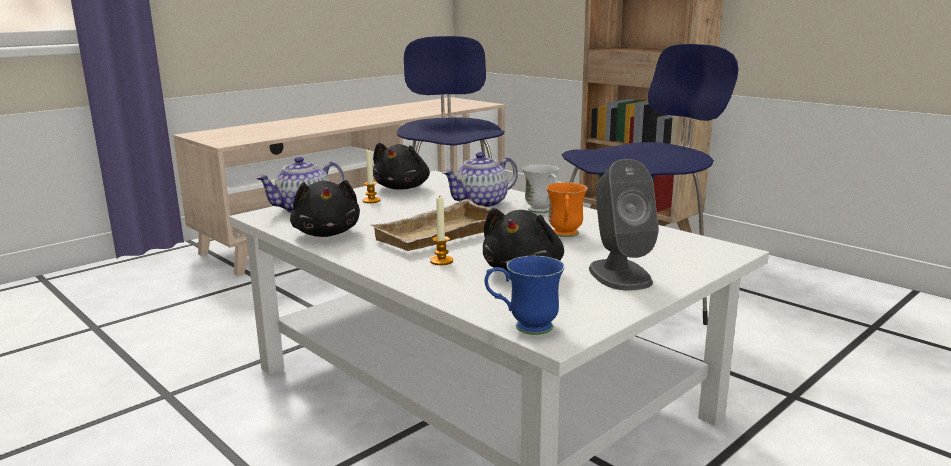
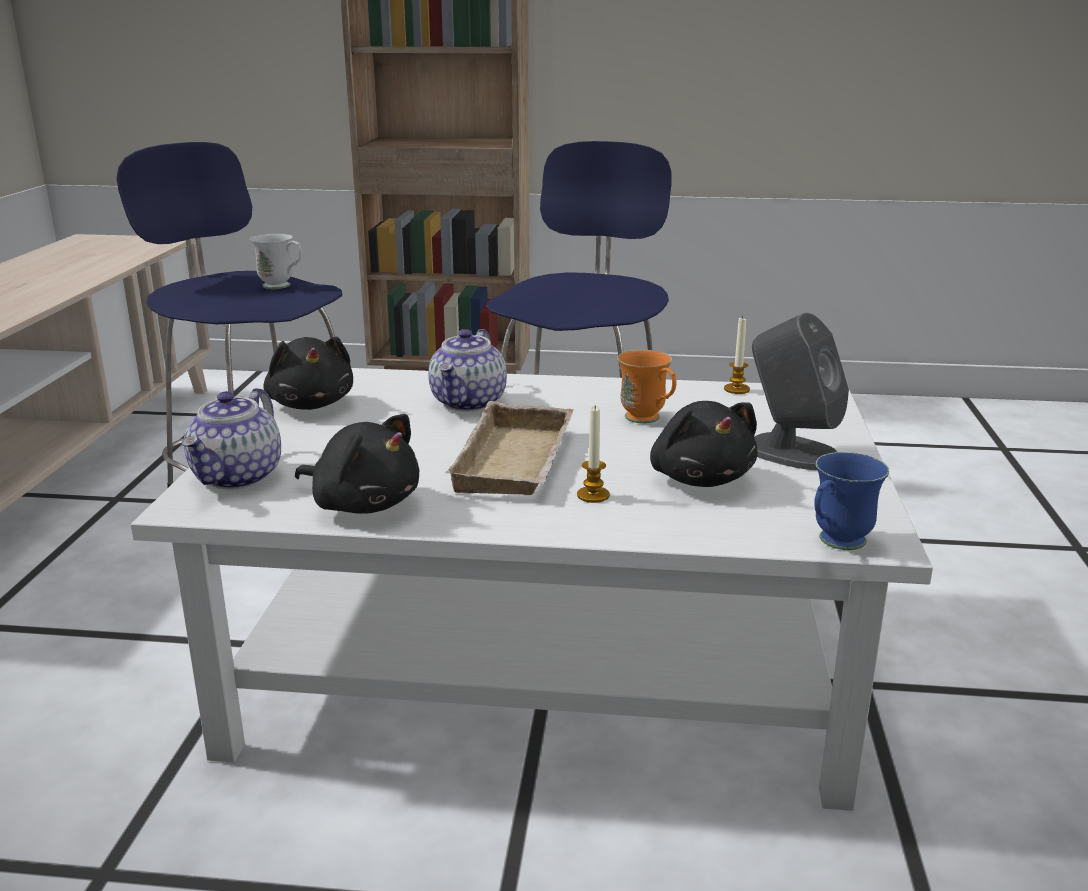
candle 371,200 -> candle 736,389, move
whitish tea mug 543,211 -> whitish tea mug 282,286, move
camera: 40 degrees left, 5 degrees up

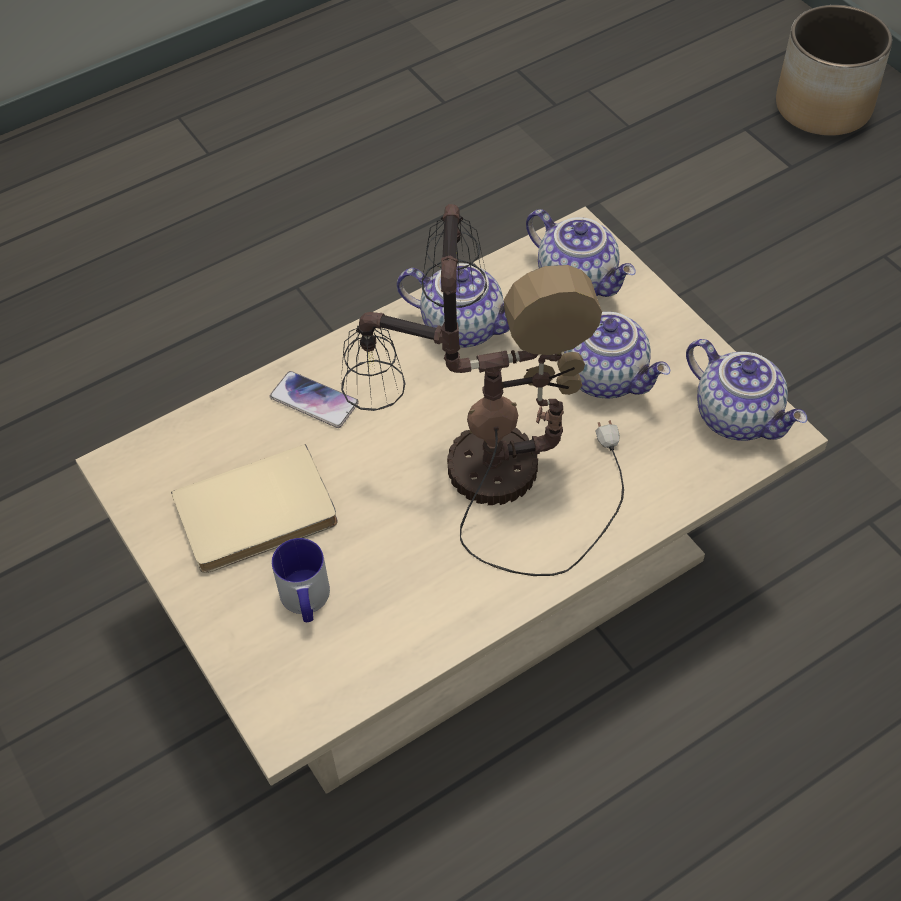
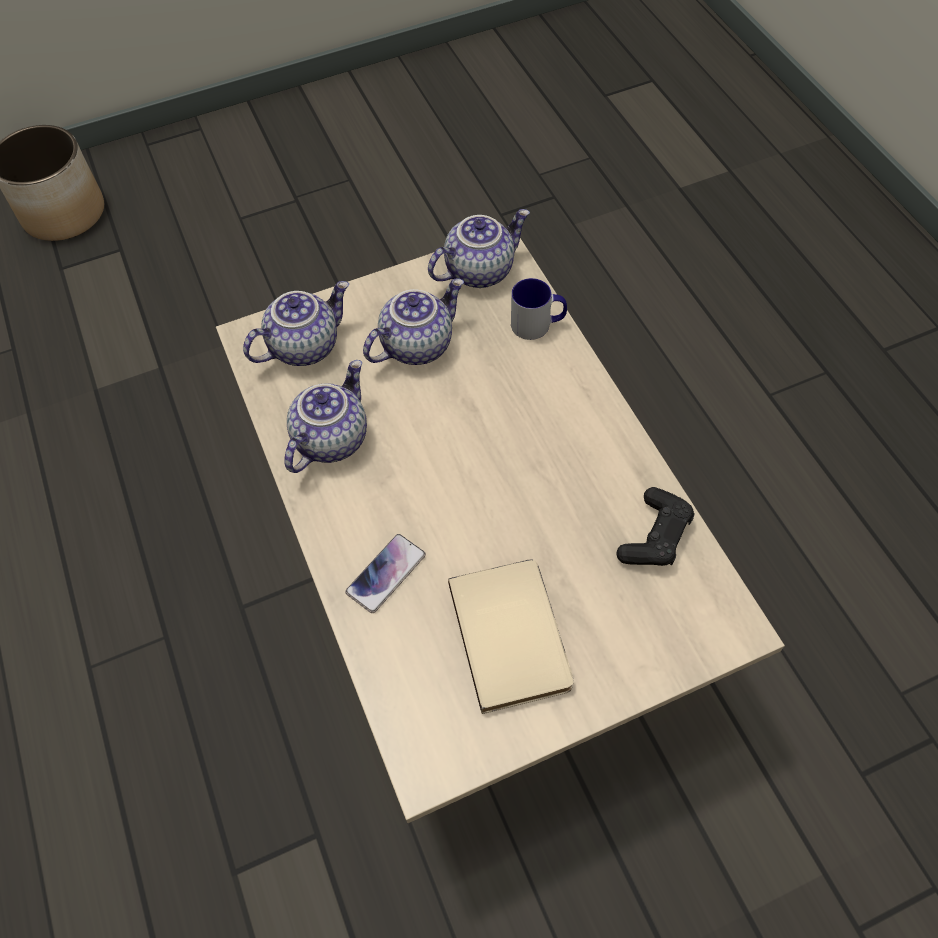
tea mug 306,601 -> tea mug 538,324, move
tabletop lamp 486,465 -> none
none -> black gamepad 655,536
camera: 80 degrees left, 5 degrees up

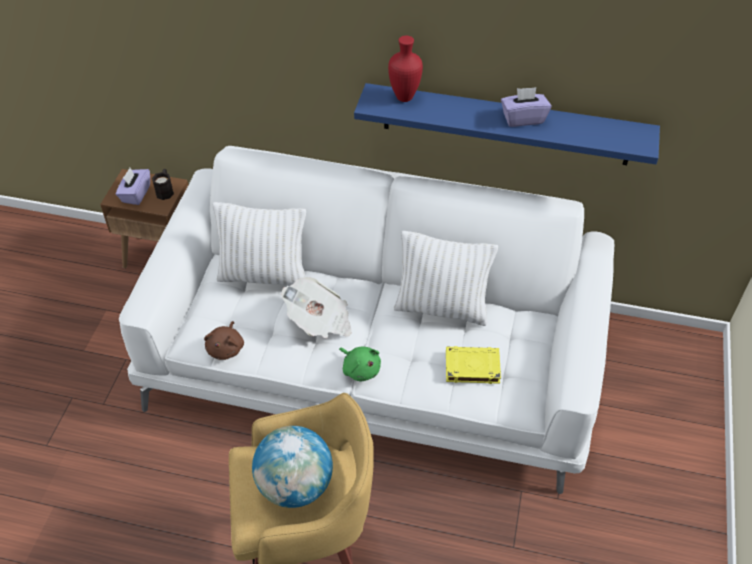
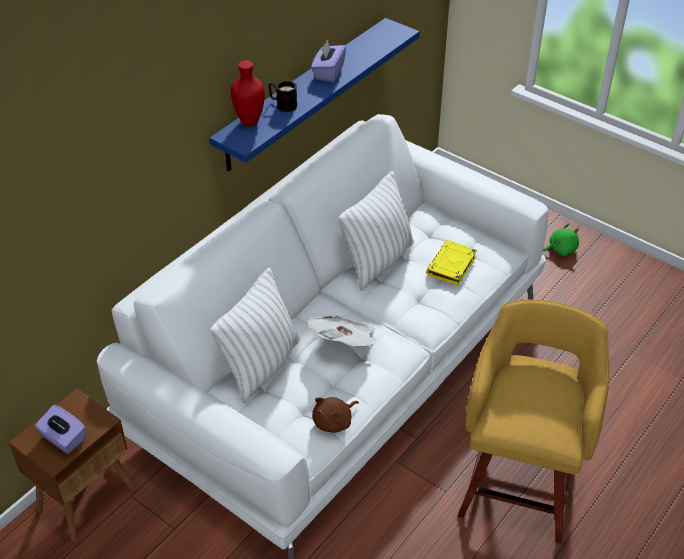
black tea mug 165,190 -> black tea mug 283,104, move
brownish plush toy 226,348 -> brownish plush toy 334,422, 105 degrees clockwise
globe 295,486 -> none
green plush toy 360,369 -> green plush toy 560,249, move
camera: 65 degrees left, 5 degrees down

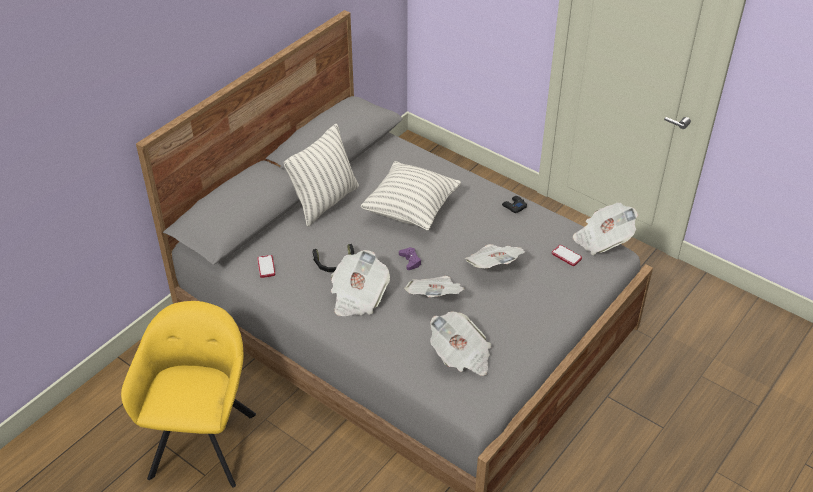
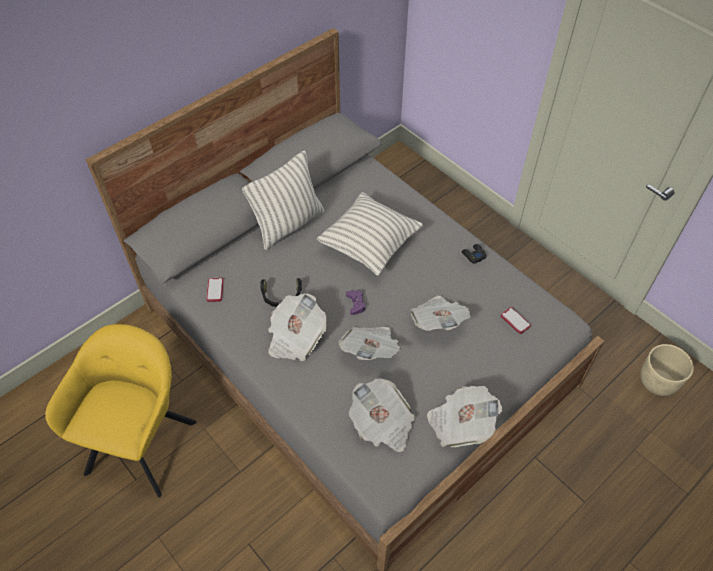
daily paper 602,240 -> daily paper 460,424, move
none -> beige-coloured flower pot 657,381
camera: 10 degrees right, 10 degrees up

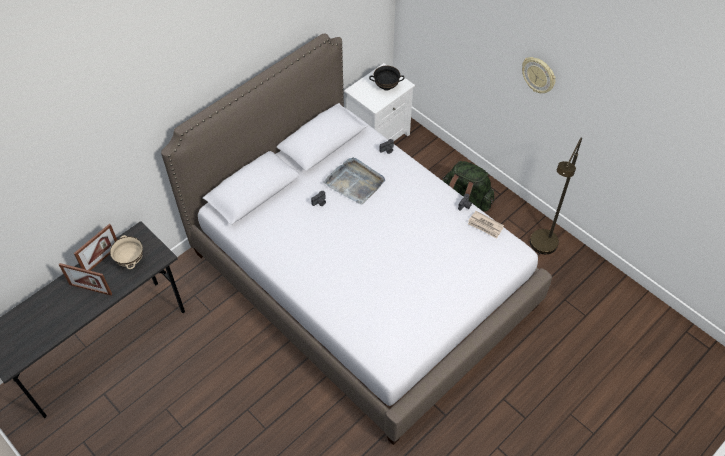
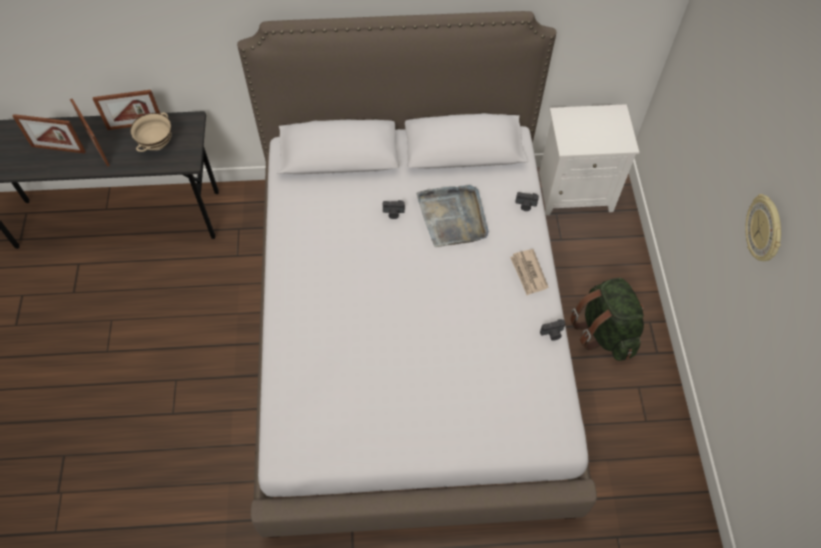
black bowl 386,87 -> none
daily paper 485,226 -> daily paper 528,273, move
brownish standard lamp 541,249 -> none
none -> standing frame 58,149
camera: 40 degrees right, 5 degrees up

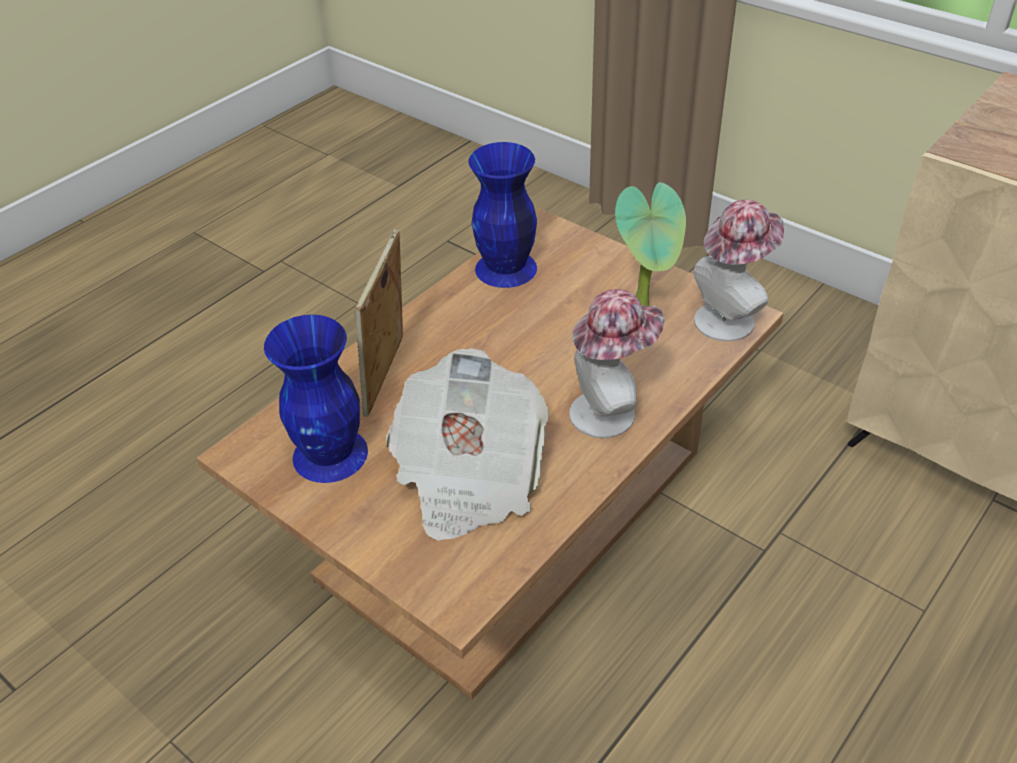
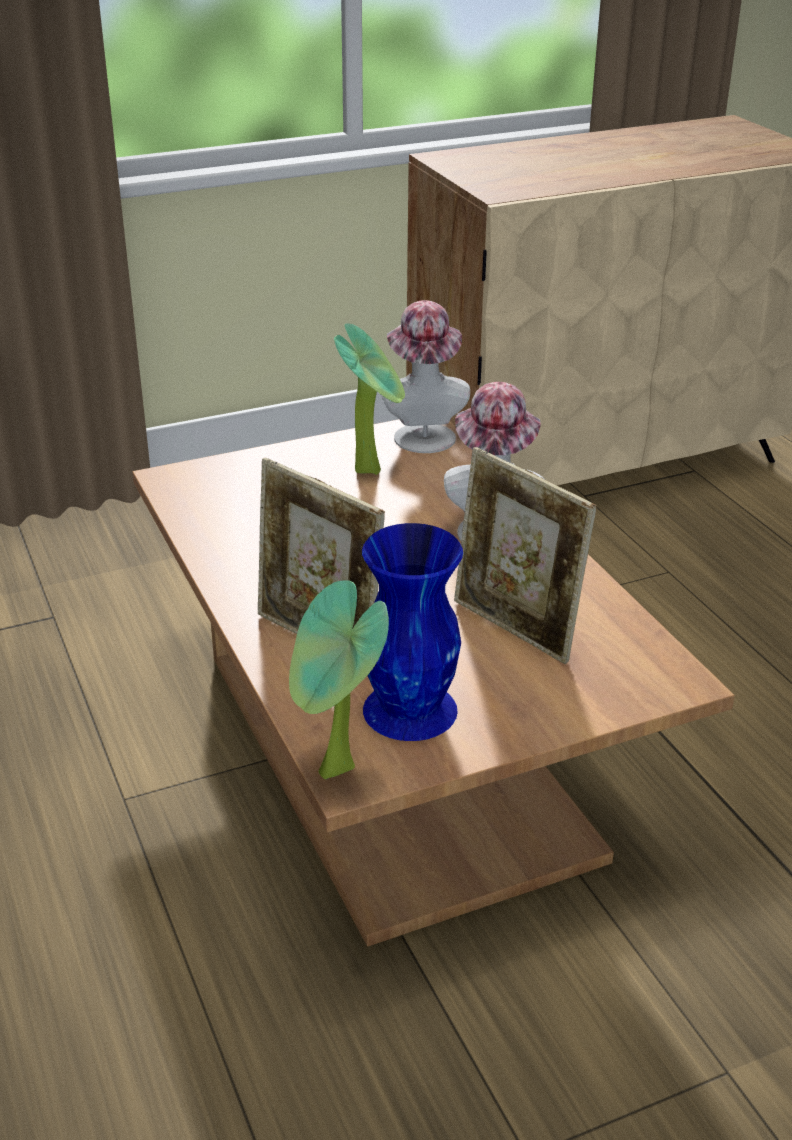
daily paper 468,476 -> standing frame 515,629
blue flower vase 505,269 -> none
none -> plant in a pot 336,775
camera: 65 degrees left, 10 degrees down

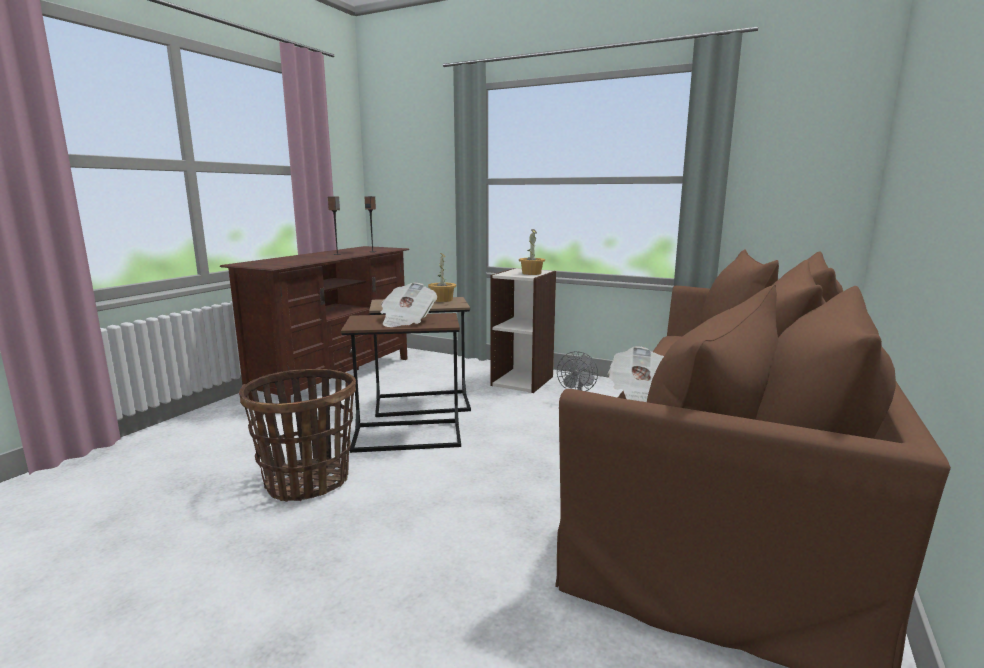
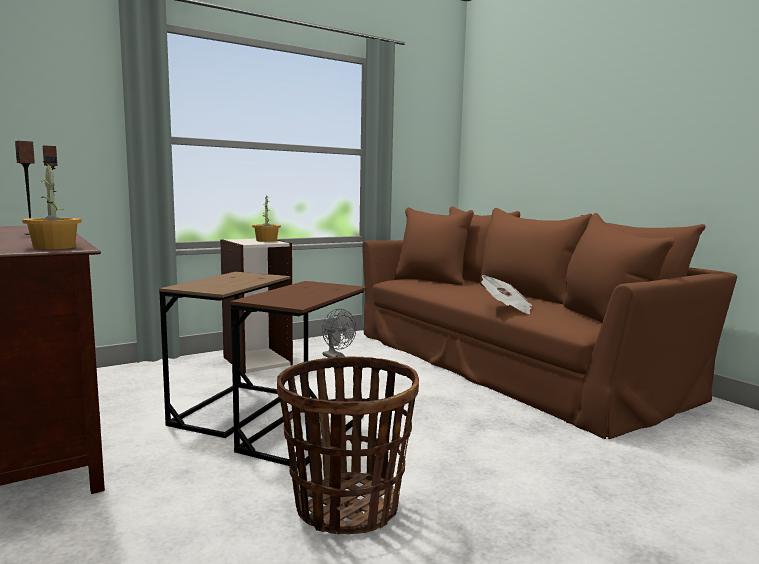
daily paper 406,321 -> none
plant in a pot 442,300 -> plant in a pot 53,247, move
camera: 60 degrees left, 5 degrees down

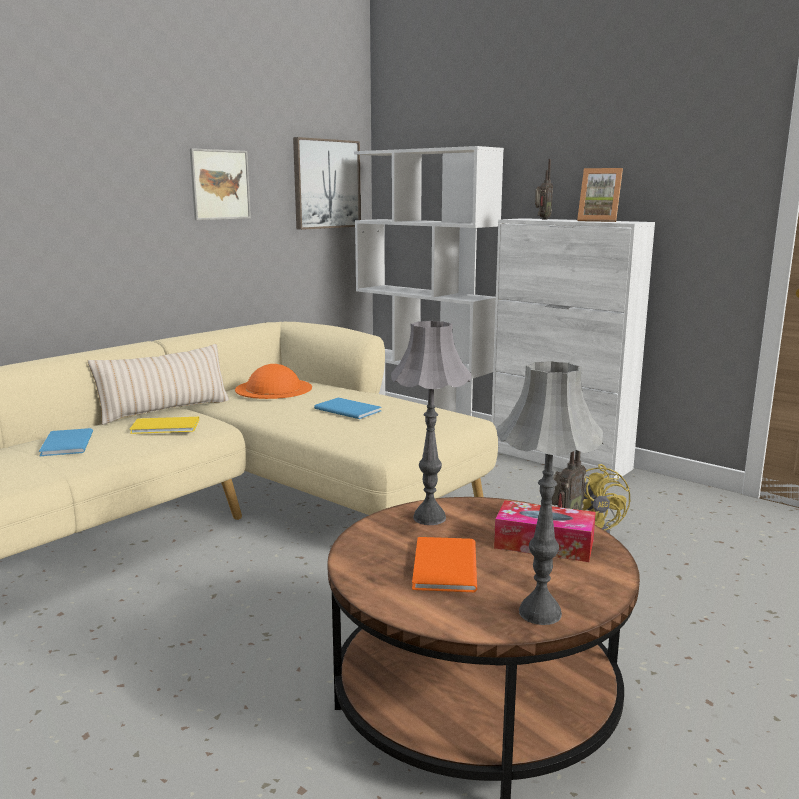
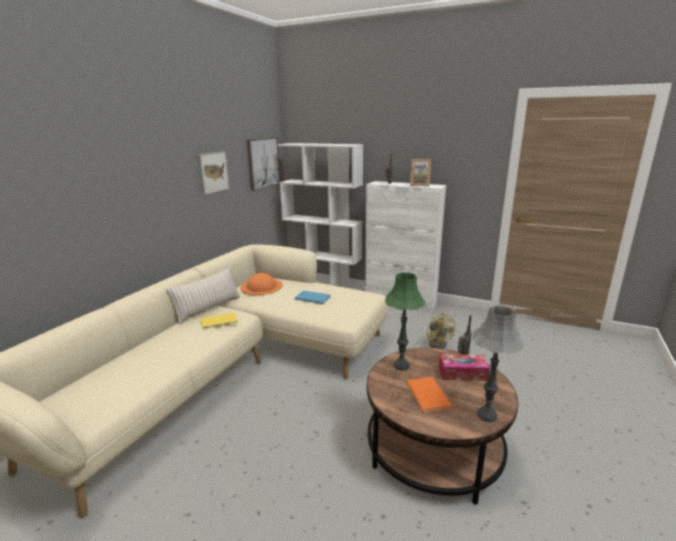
blue bound book 65,444 -> none
grey tabletop lamp 429,518 -> green tabletop lamp 401,366
camera: 15 degrees left, 5 degrees up

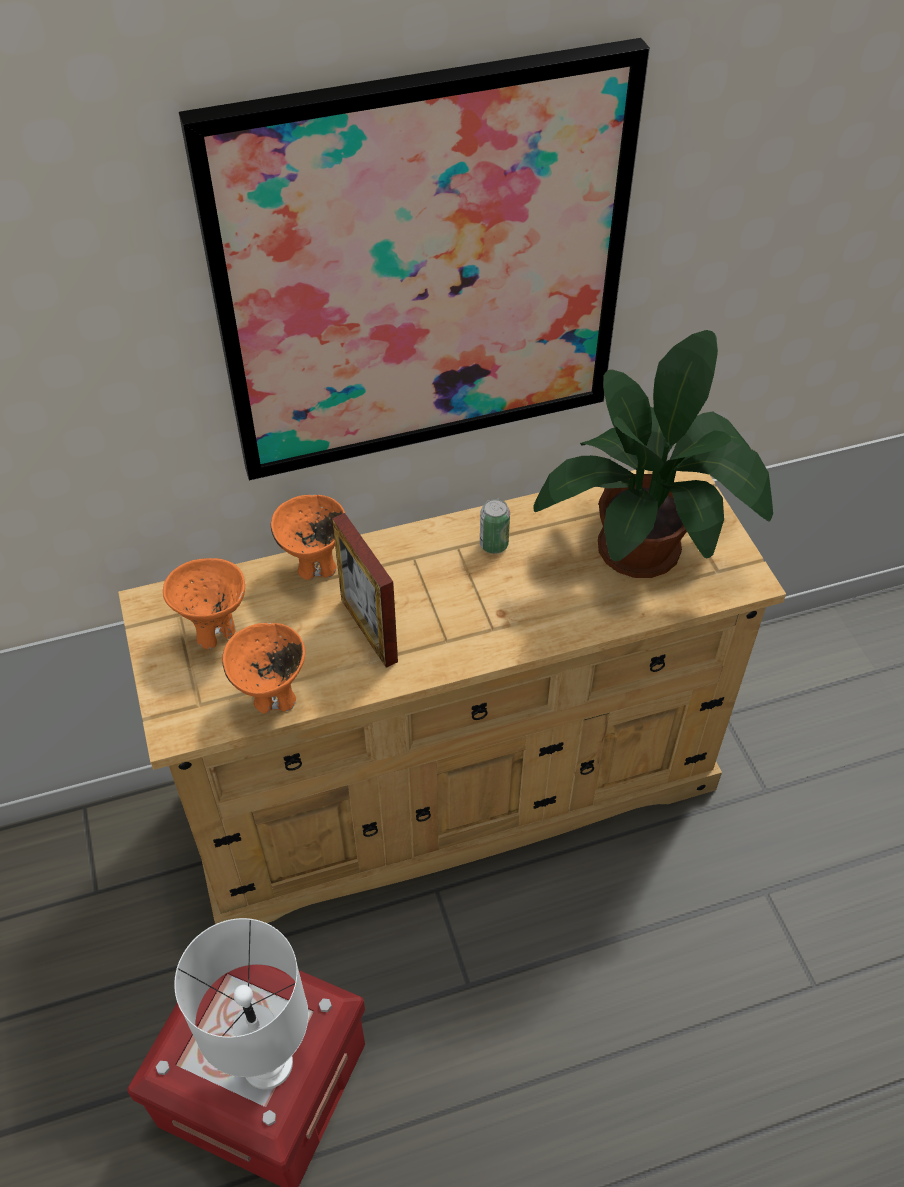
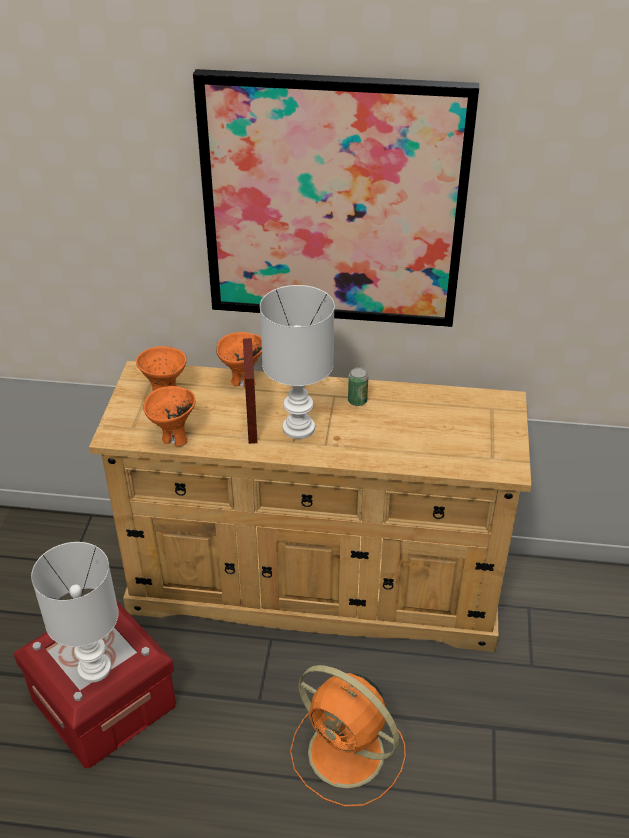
plant in a pot 646,544 -> none
none -> whitish tabletop lamp 300,428
none -> orange fan 349,754
camera: 25 degrees right, 10 degrees down

